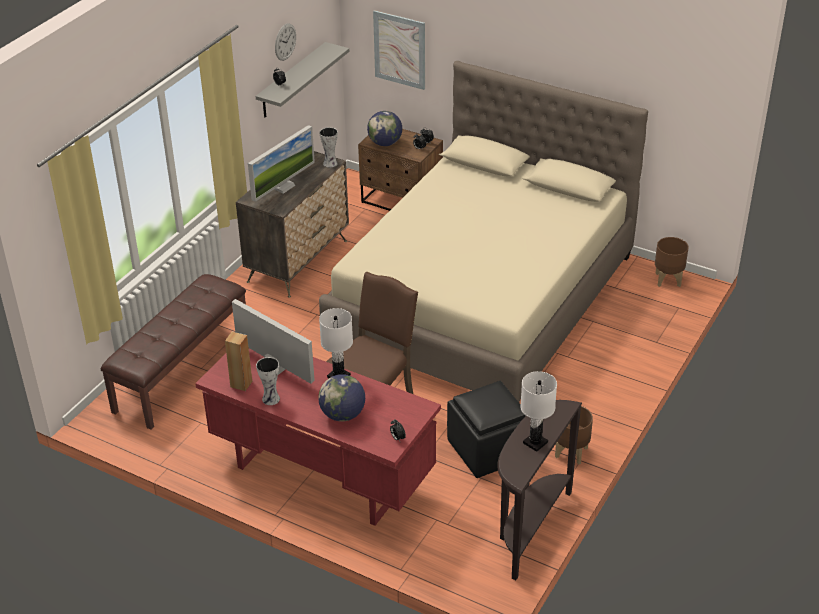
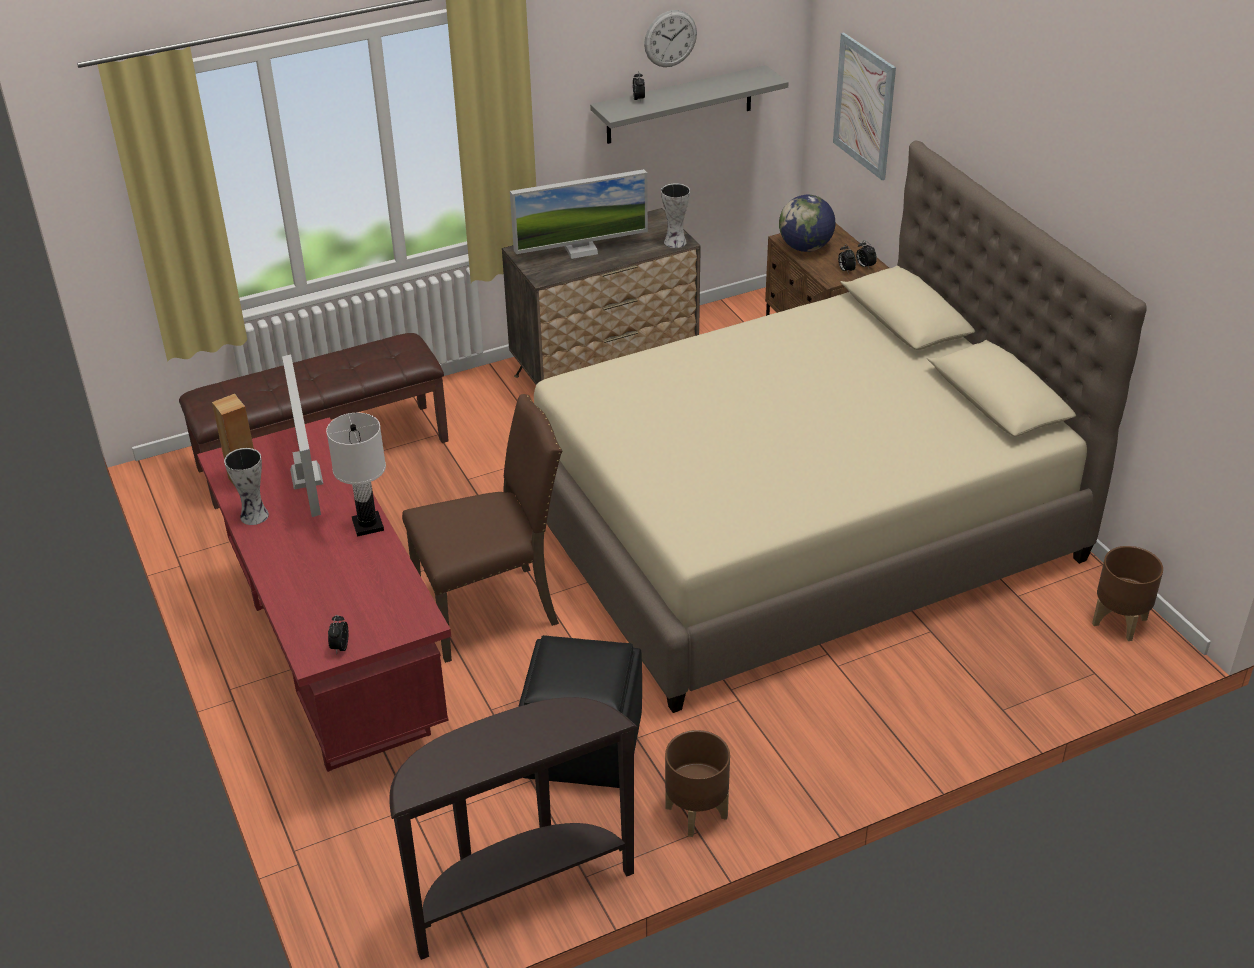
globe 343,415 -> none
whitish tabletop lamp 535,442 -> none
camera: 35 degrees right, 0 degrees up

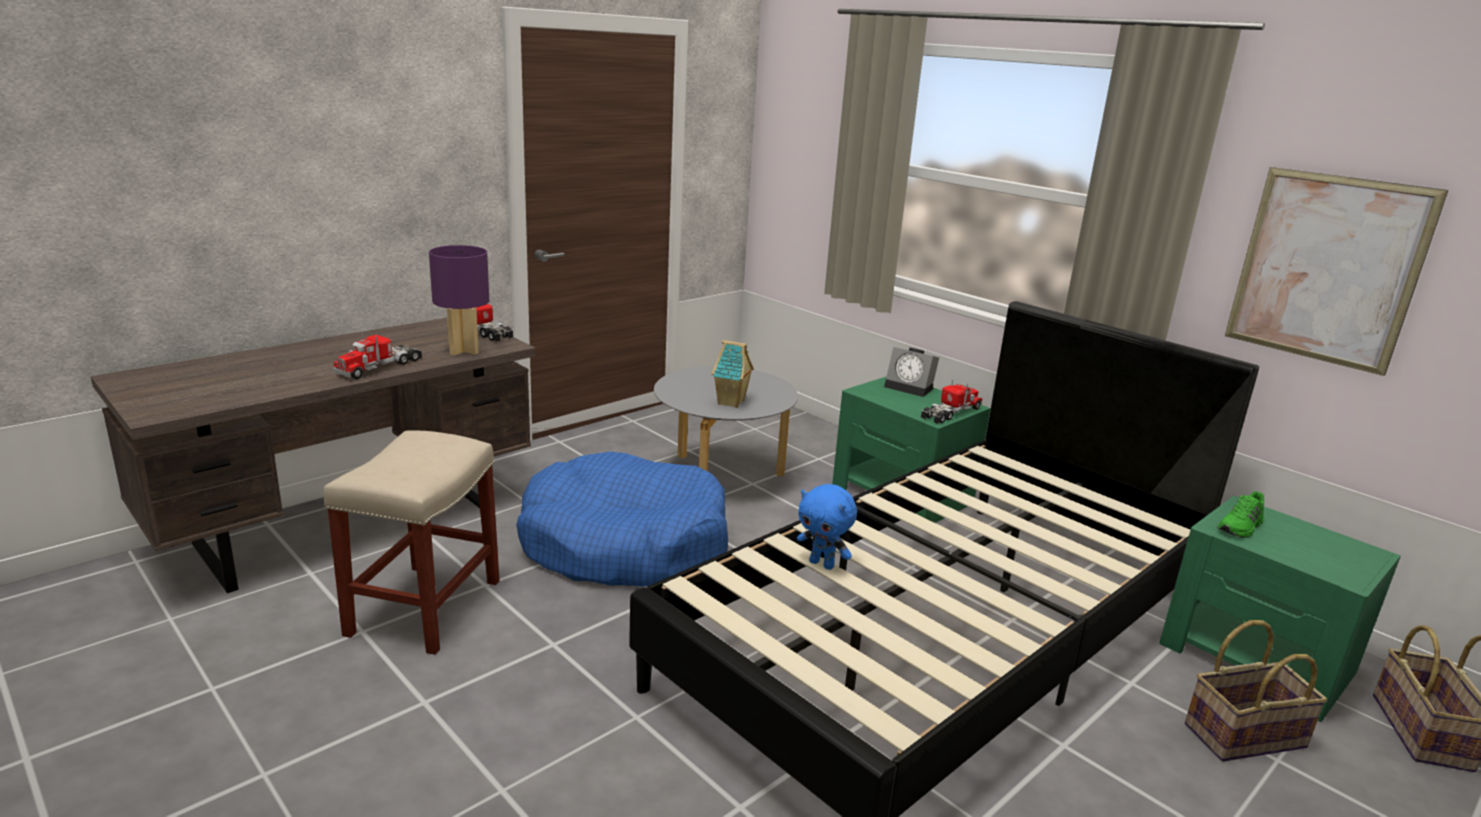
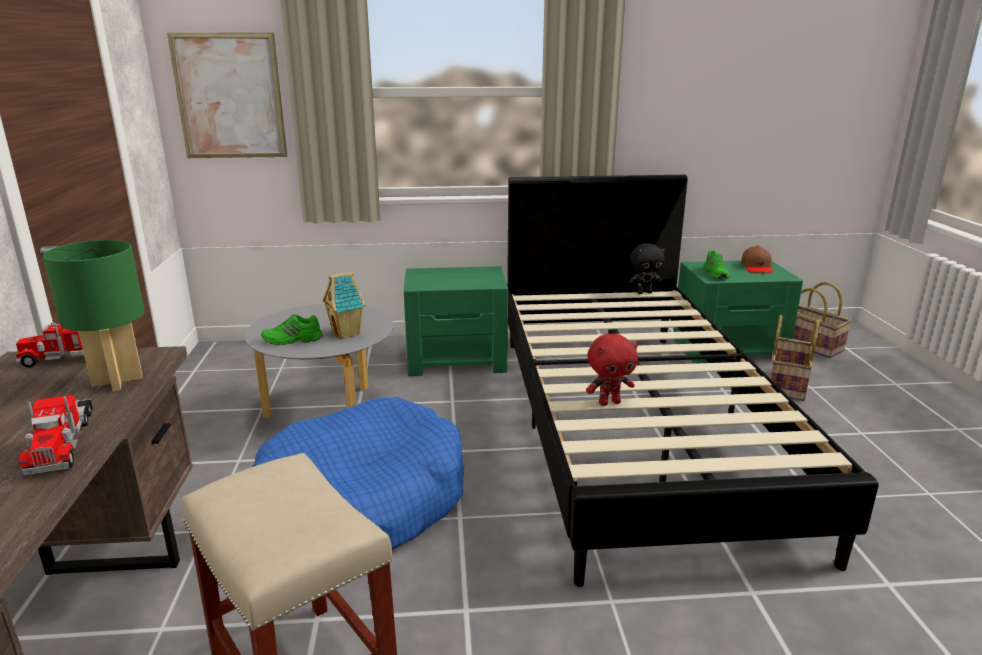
purplish tabletop lamp 464,350 -> green tabletop lamp 117,381
blue plush toy 822,564 -> red-coloured plush toy 609,402
alarm clock 911,387 -> none
toy truck 951,413 -> none
wall art 1326,269 -> wall art 229,97, move
none -> green item of footwear 292,340
none -> black plush toy 644,292
none -> brownish peaked cap 757,267
camera: 50 degrees left, 0 degrees up

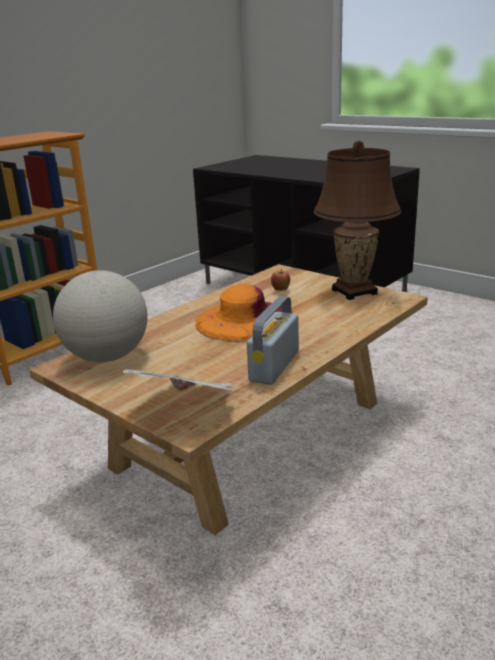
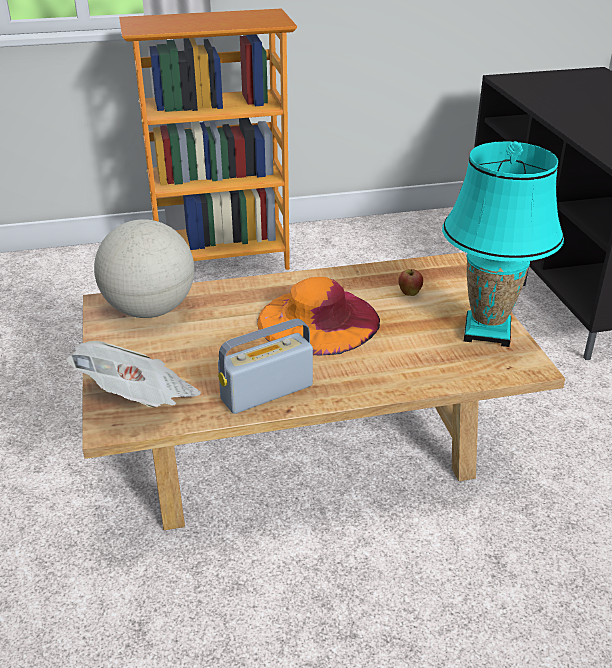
brownish tabletop lamp 354,292 -> turquoise tabletop lamp 486,332
camera: 35 degrees right, 10 degrees up

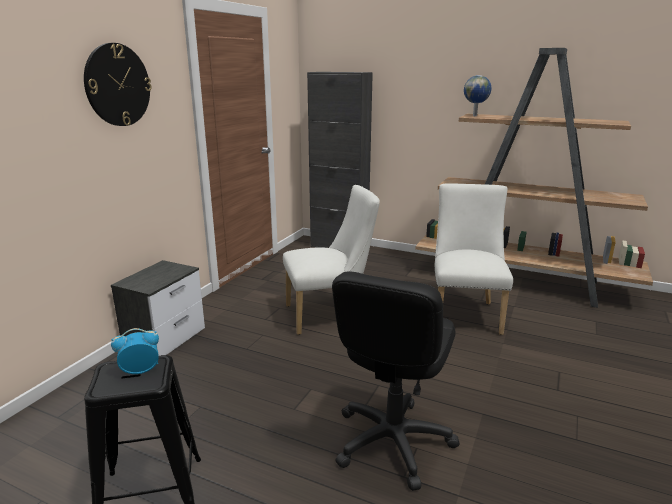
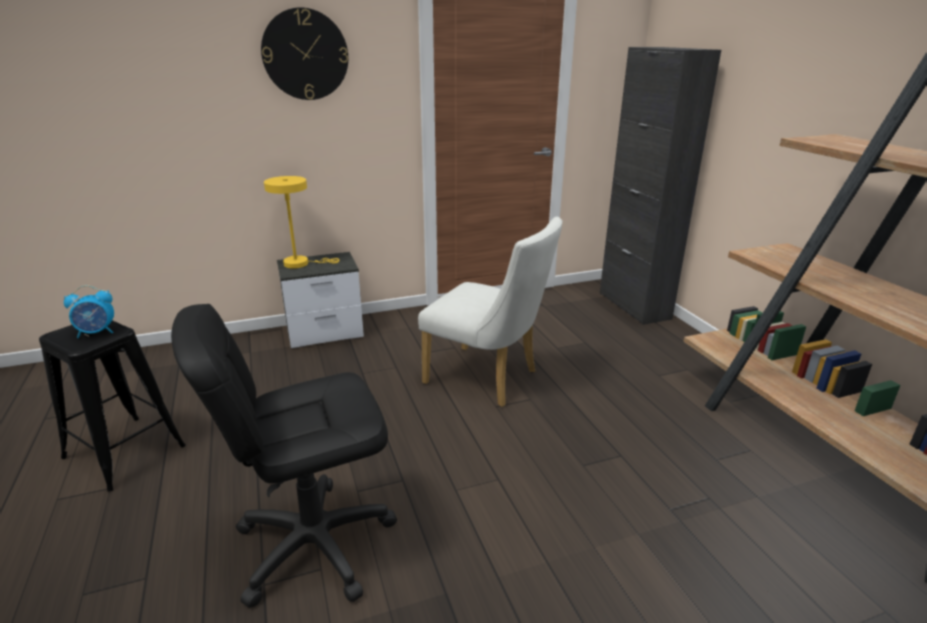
alarm clock 140,370 -> alarm clock 97,332, 135 degrees clockwise
whitish chair 465,313 -> none
globe 475,116 -> none
none -> yellowish tabletop lamp 301,263
camera: 45 degrees right, 5 degrees up

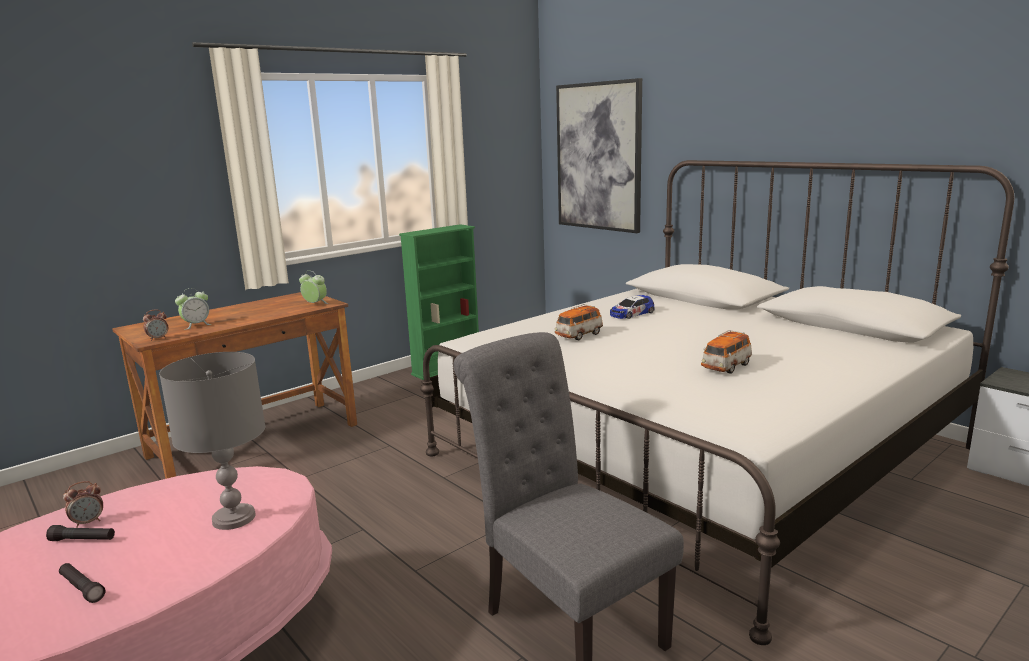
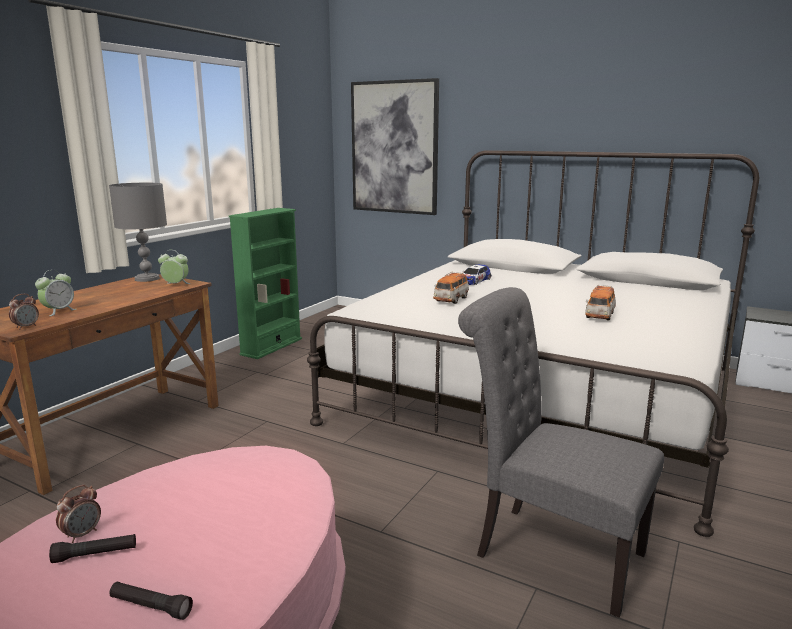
grey tabletop lamp 235,518 -> grey tabletop lamp 147,278, move
camera: 20 degrees left, 0 degrees up

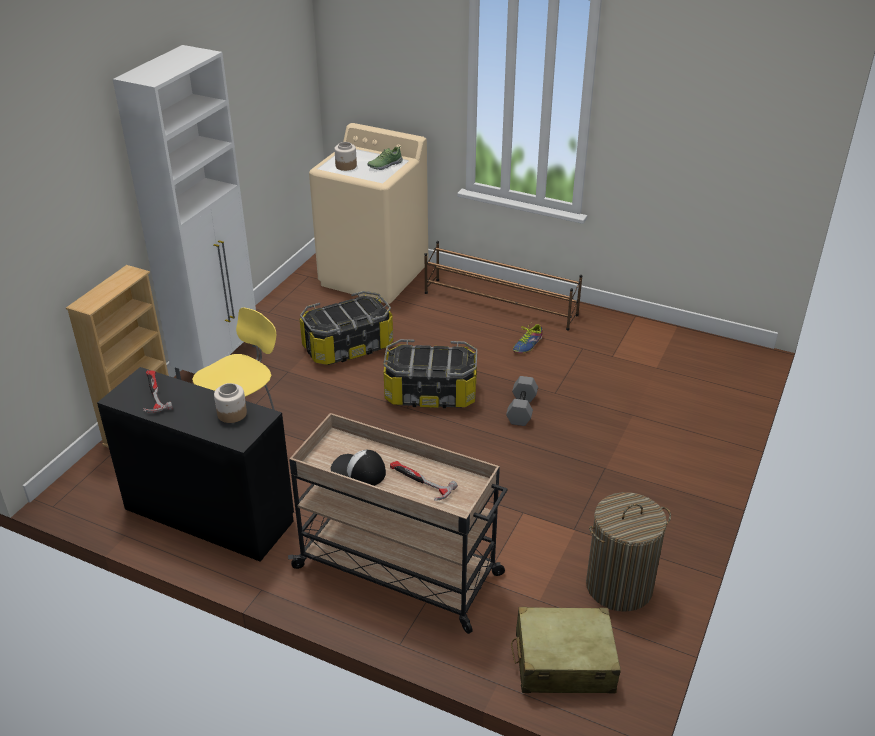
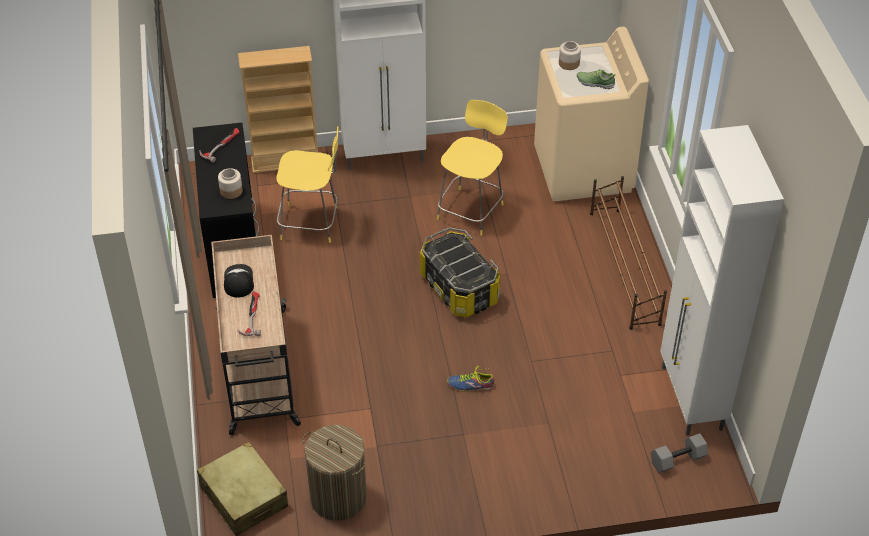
storage bin 347,347 -> yellowish stool seat 471,210
grey hand weight 522,410 -> grey hand weight 677,460, move
item of footwear 528,345 -> item of footwear 470,385, move
none -> whitish cupboard 691,399
camera: 55 degrees right, 10 degrees up

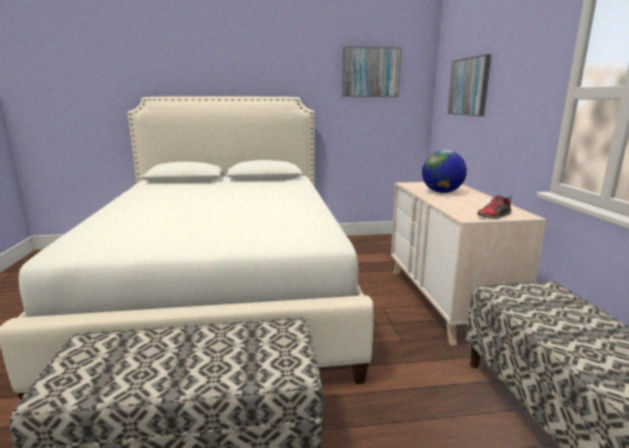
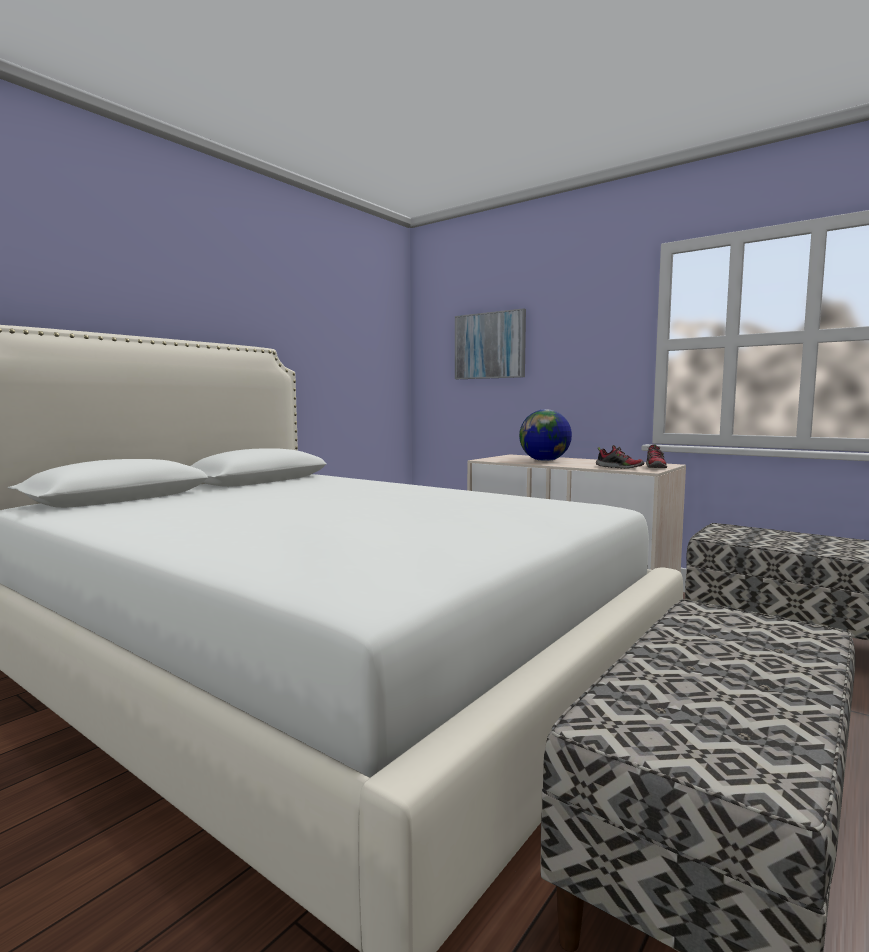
wall art 370,72 -> none
none -> item of footwear 619,468
camera: 45 degrees left, 10 degrees down

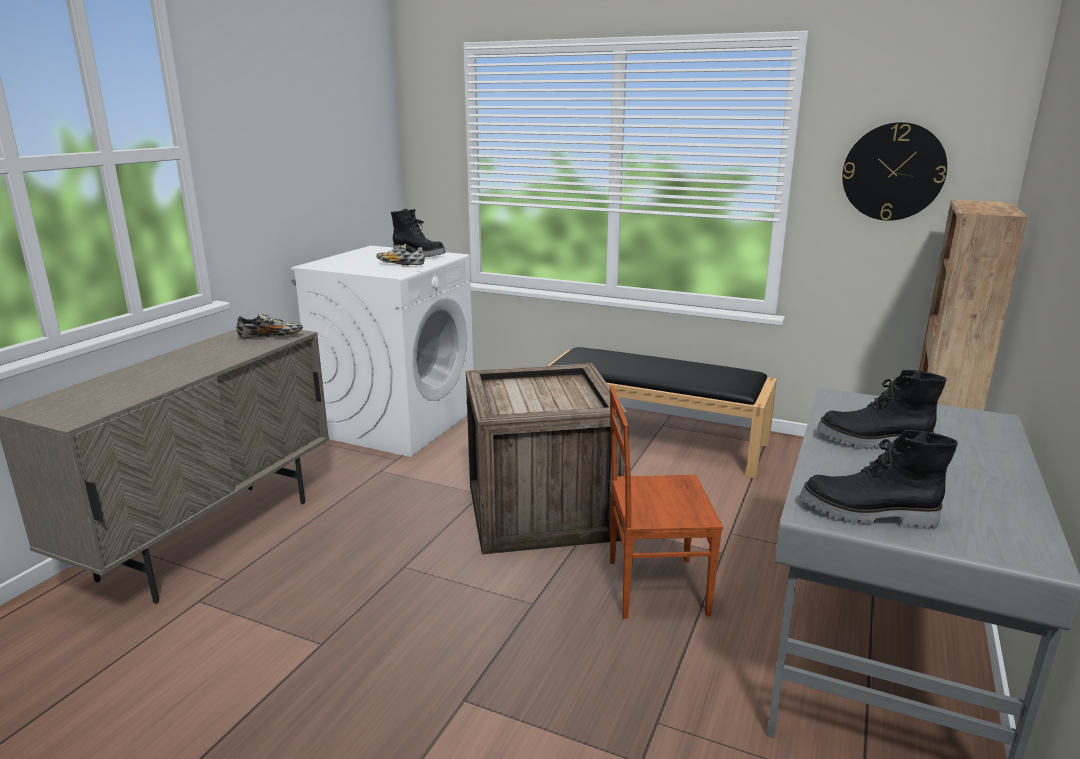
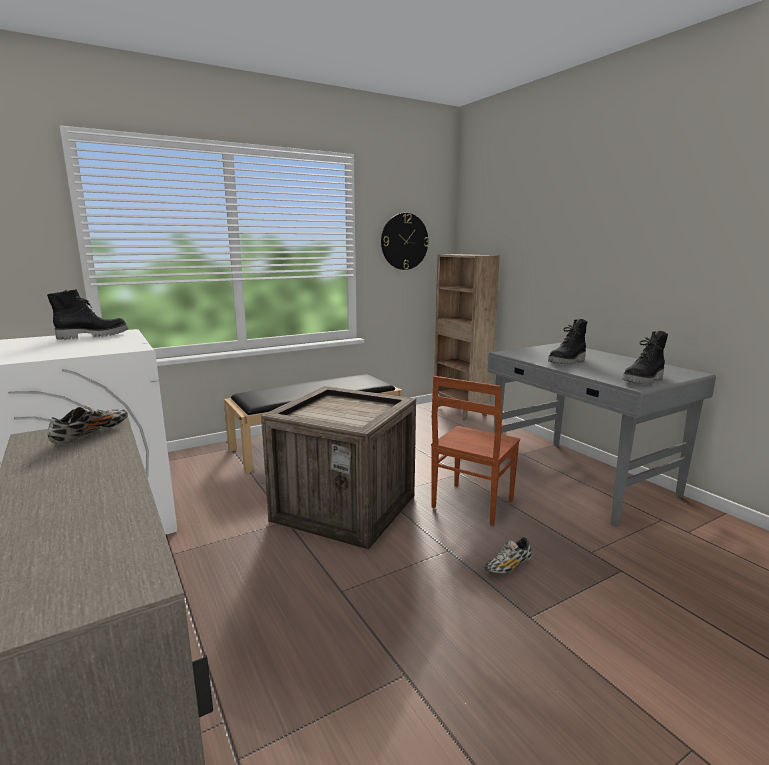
item of footwear 400,265 -> item of footwear 508,566, move
camera: 55 degrees left, 5 degrees down

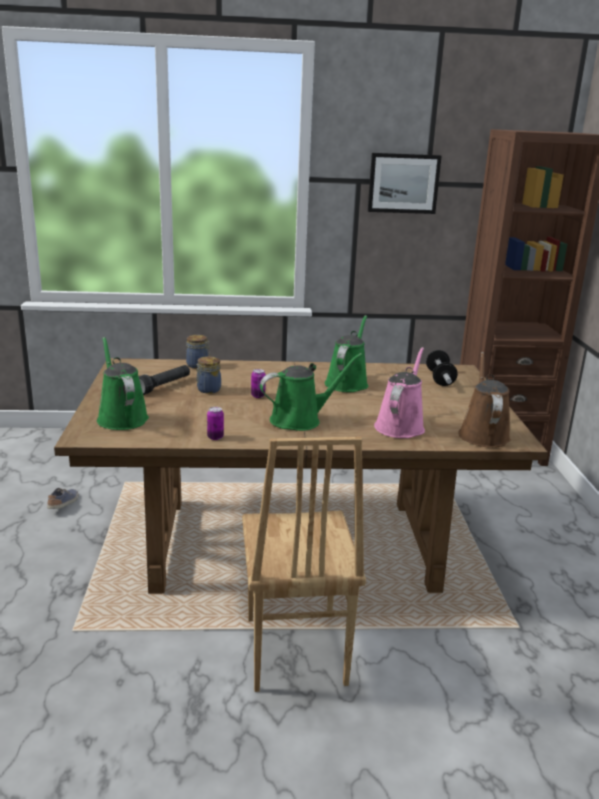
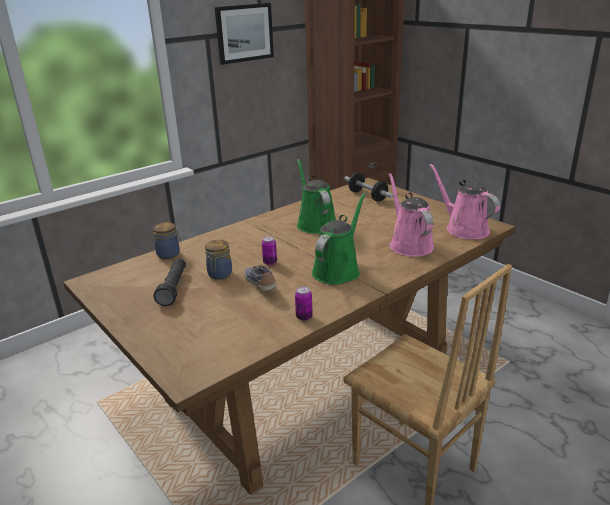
item of footwear 64,504 -> item of footwear 261,284, move
green watering can 121,417 -> none
brownish watering can 483,434 -> pink watering can 464,229
camera: 35 degrees left, 5 degrees up

